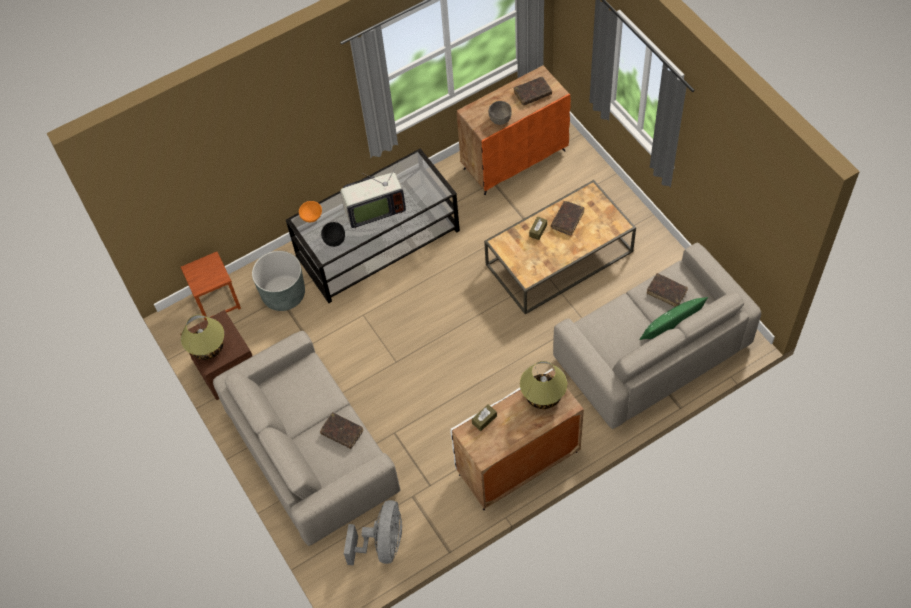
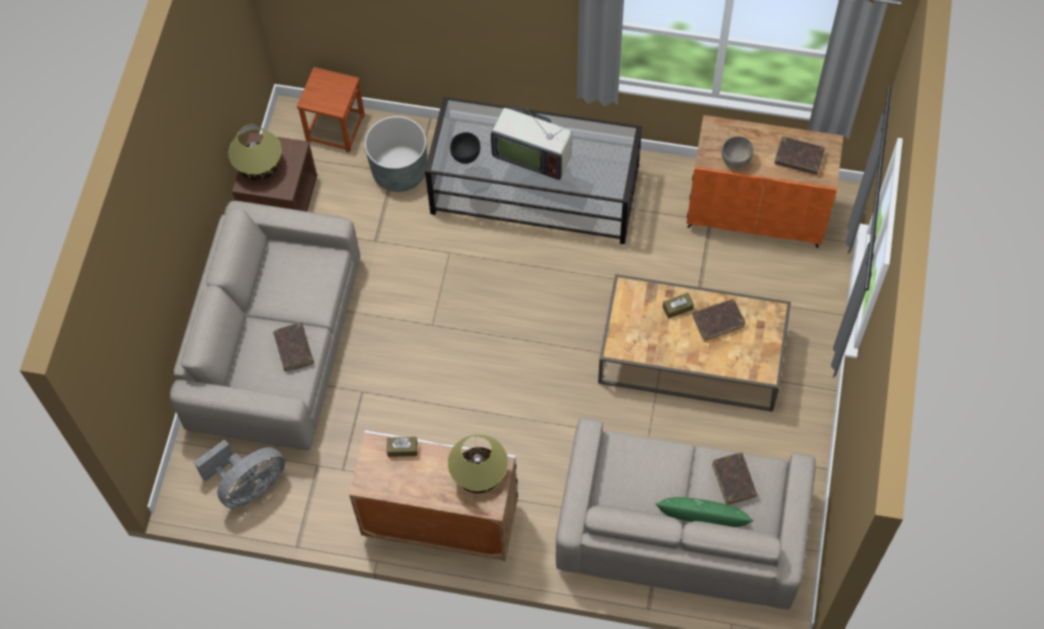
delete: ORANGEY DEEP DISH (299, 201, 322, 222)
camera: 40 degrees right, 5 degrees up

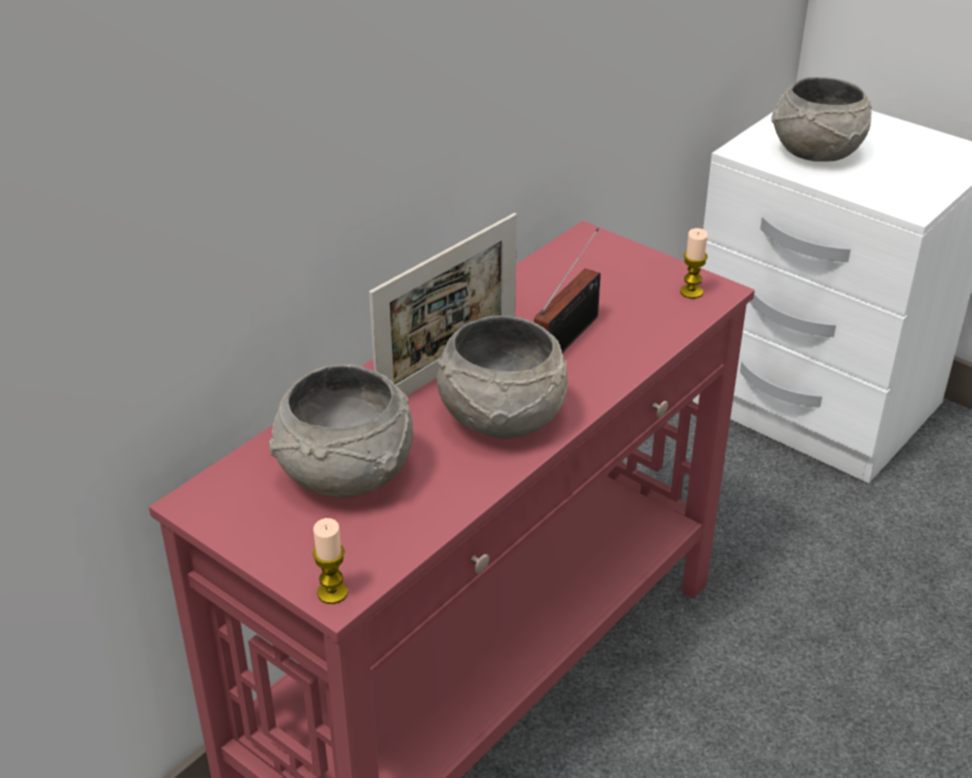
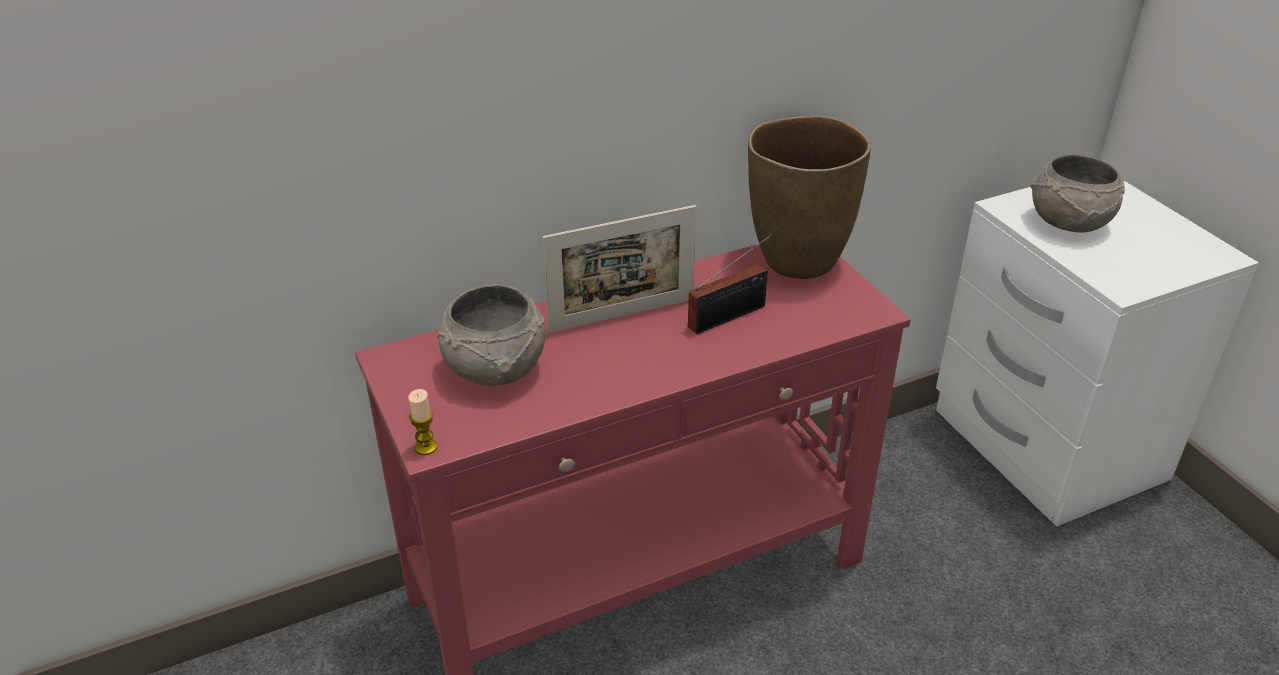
delete: GRAY DEEP DISH (436, 315, 568, 439); WAX CANDLE (680, 228, 708, 299)
insert: BROWN VASE (748, 116, 871, 279)
camera: 25 degrees right, 0 degrees up

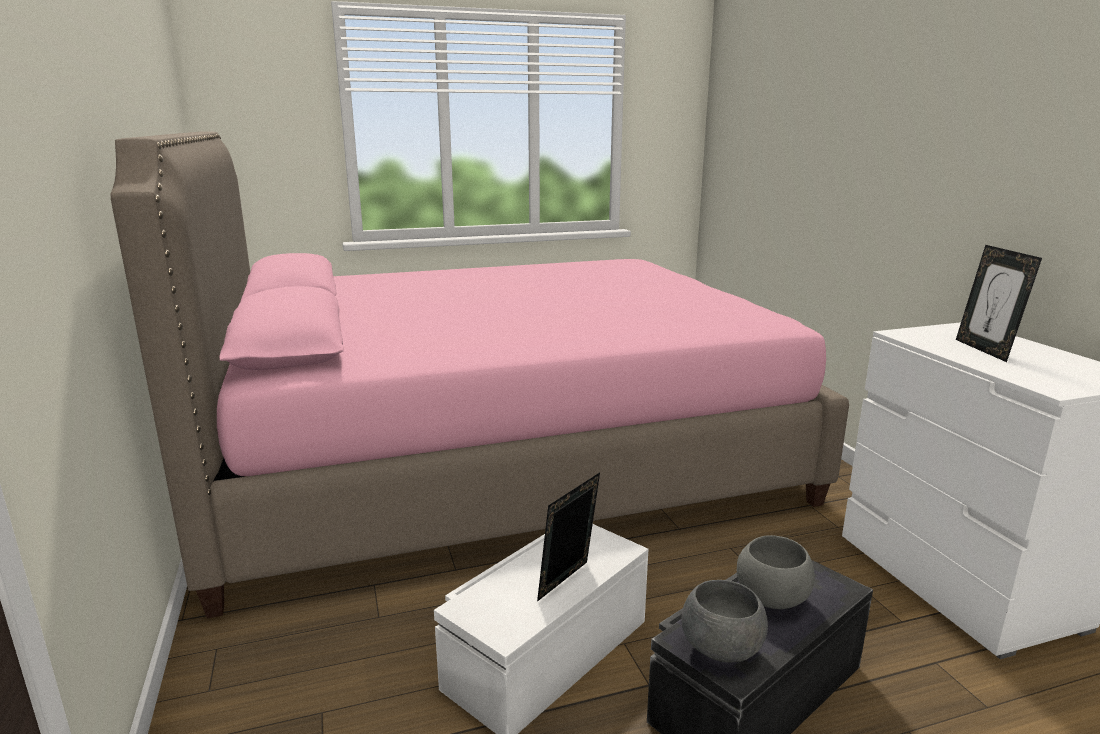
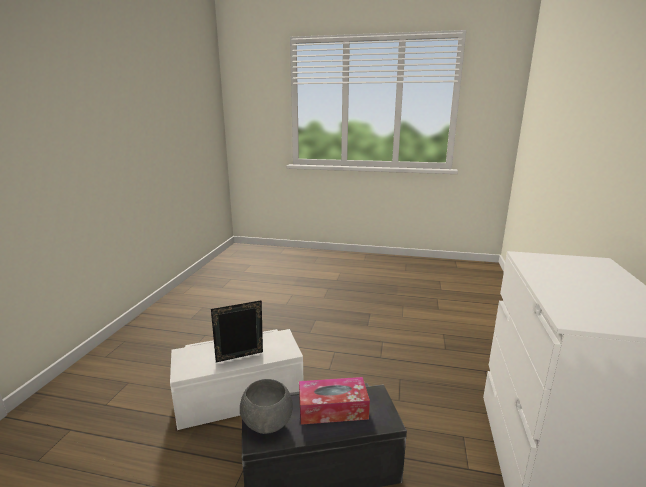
delete: PINKISH BED (111, 131, 849, 618); PHOTO FRAME (956, 245, 1042, 362)
replace: GRAY DEEP DISH (737, 535, 815, 609) to TISSUE BOX (299, 377, 370, 425)
camera: 30 degrees right, 0 degrees up

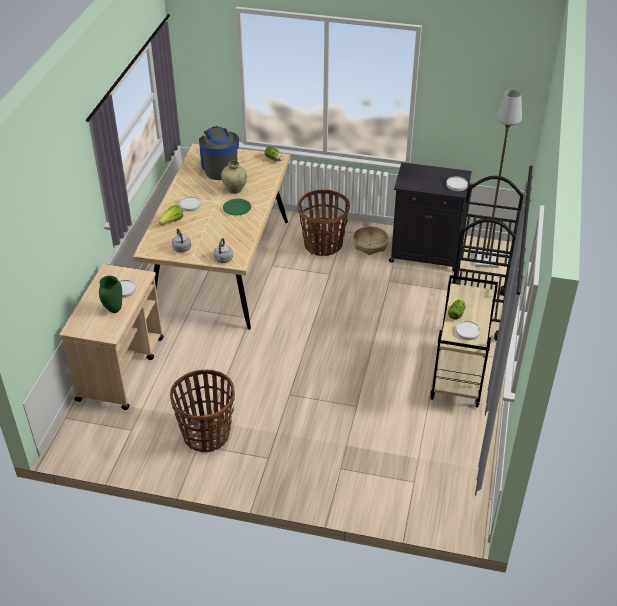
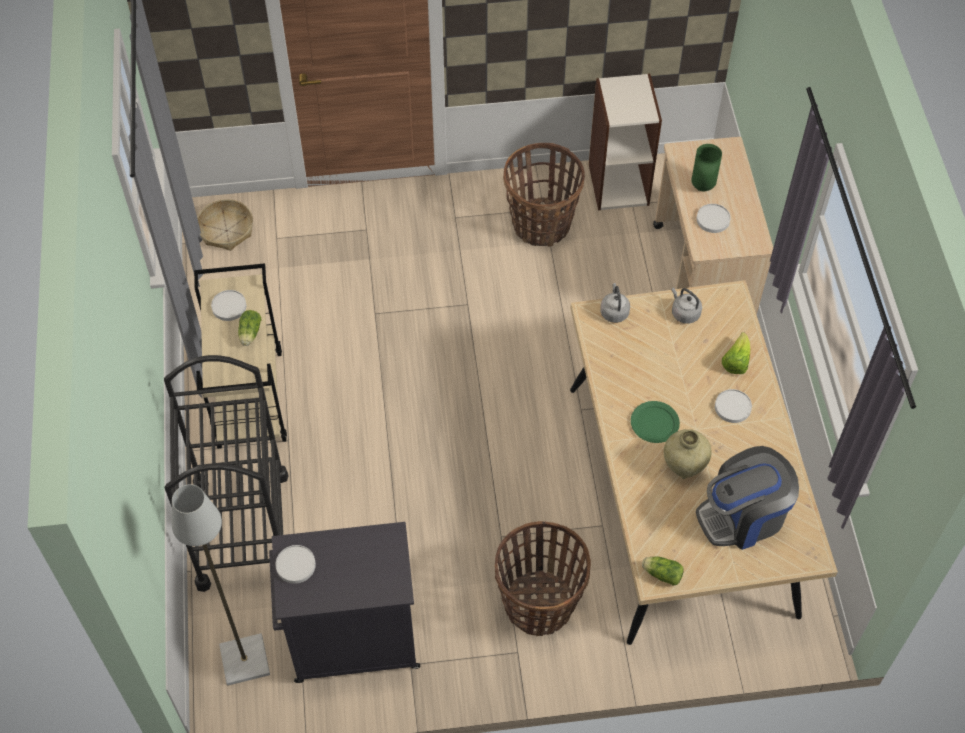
insert: BOOKSHELF (589, 74, 662, 210)
move: STORAGE BASKET (353, 226, 389, 255) to (197, 199, 253, 251)
rotate: COFFEE MACHINE (199, 126, 239, 180) = (696, 446, 799, 550) 105 degrees clockwise
camera: 160 degrees right, 15 degrees up

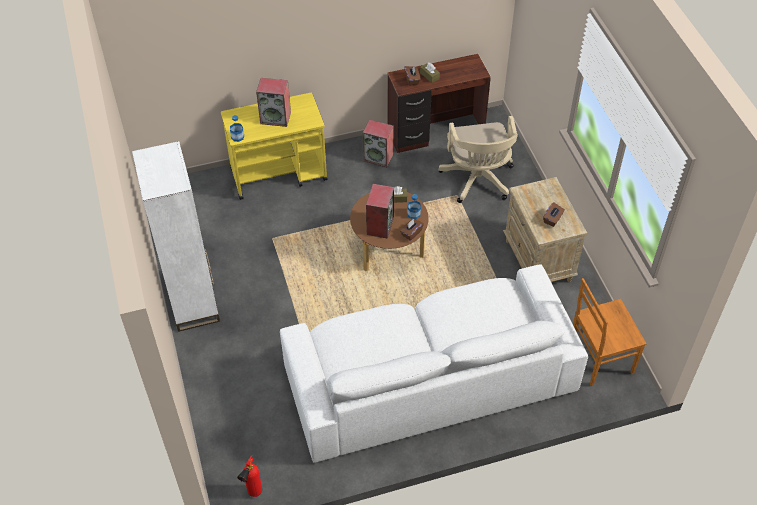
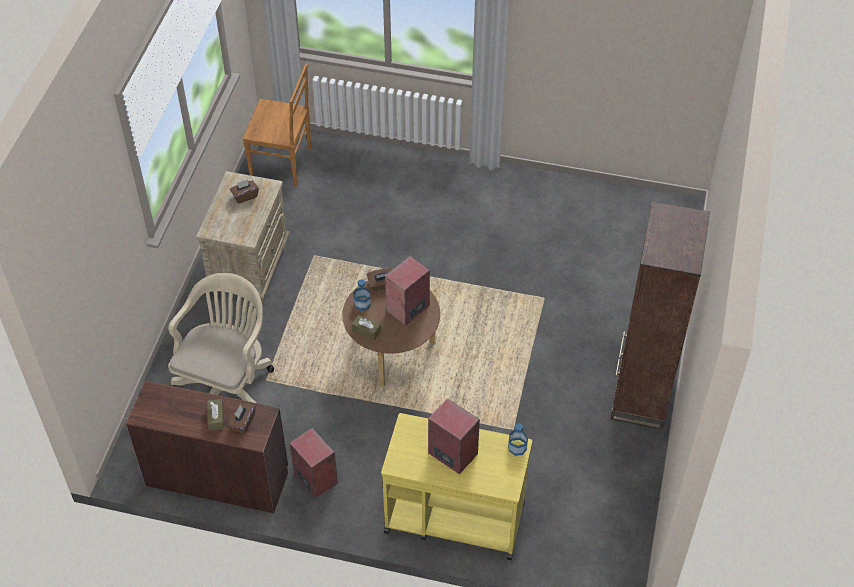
delete: EXTINGUISHER (237, 456, 262, 497); WHITISH COUCH (280, 264, 588, 463)
recolor: WHITISH BOOKSHELF (132, 141, 220, 332) to BROWN BOOKSHELF (611, 202, 710, 430)
camera: 150 degrees left, 0 degrees up

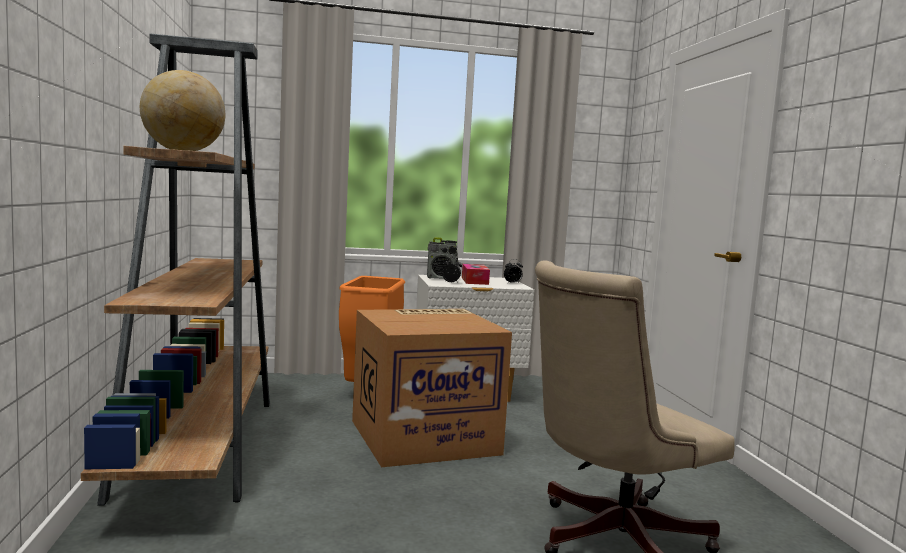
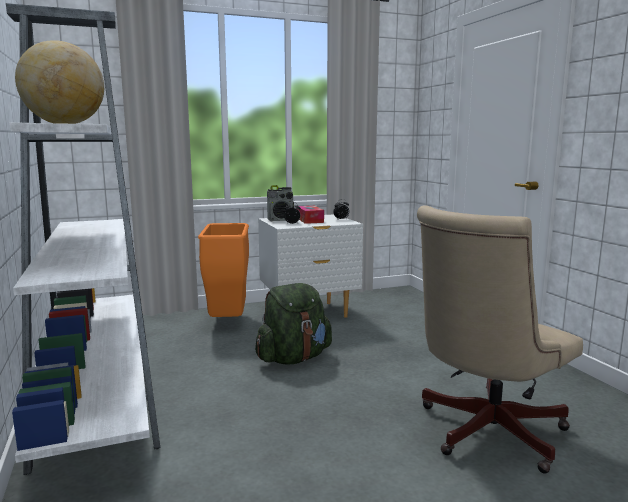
replace: CARDBOARD BOX (352, 309, 512, 467) to GREEN KNAPSACK (255, 283, 332, 365)
recolor: BROWN BOOKSHELF (81, 34, 270, 506) to WHITISH BOOKSHELF (6, 3, 160, 475)
camera: 10 degrees left, 5 degrees up

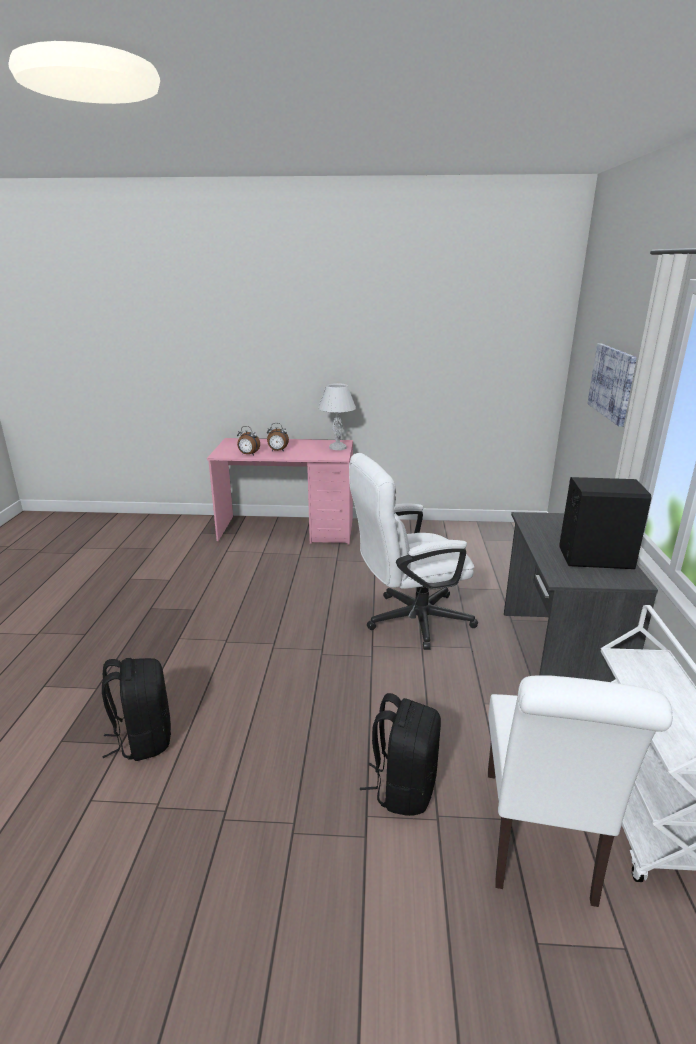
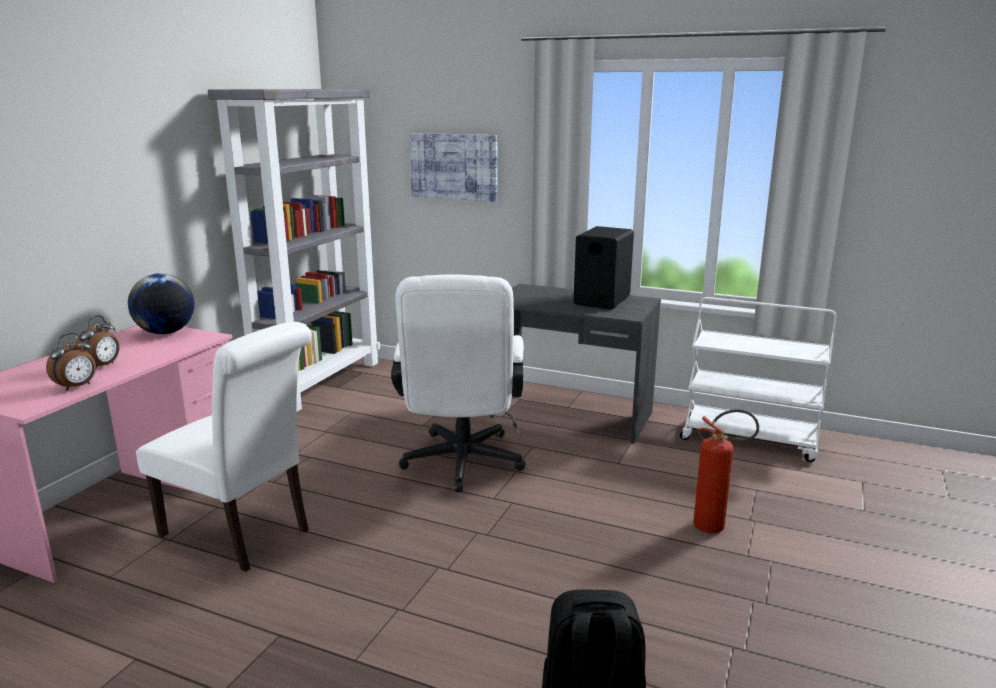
insert: GRAY BOOKSHELF (208, 89, 380, 412)
move: WHITISH PLAIN CHAIR (488, 675, 673, 907) to (136, 322, 311, 572)
replace: WHITISH LAMP FOR A TABLE (318, 383, 356, 450) to GLOBE (128, 273, 194, 334); BLACK KNAPSACK (360, 693, 441, 816) to EXTINGUISHER (693, 409, 759, 533)
camera: 70 degrees left, 5 degrees down

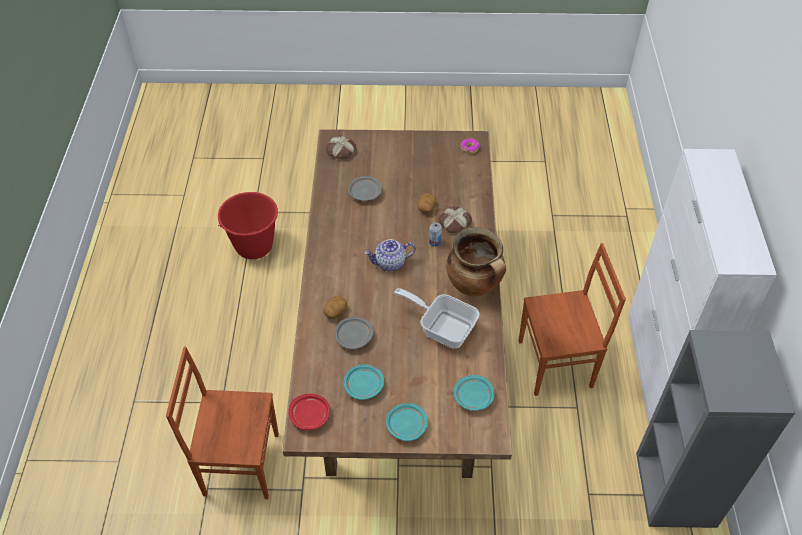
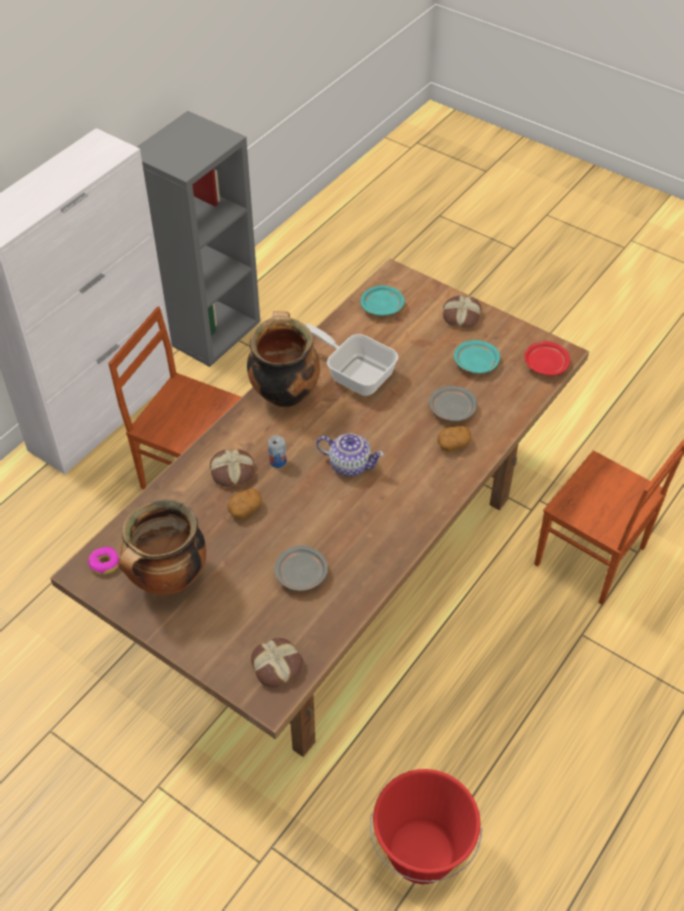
insert: SAUCEPOT (118, 499, 206, 595)
replace: BLUE-GREEN FLAT DISH (386, 403, 428, 441) to BAKED BREAD (443, 295, 482, 328)
rotate: FRYING PAN (394, 288, 480, 348) = (304, 324, 398, 396) 150 degrees clockwise
camera: 145 degrees left, 0 degrees up

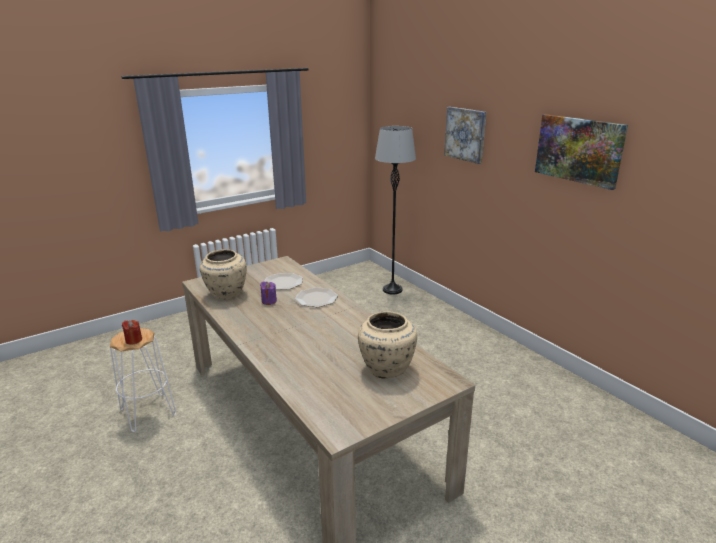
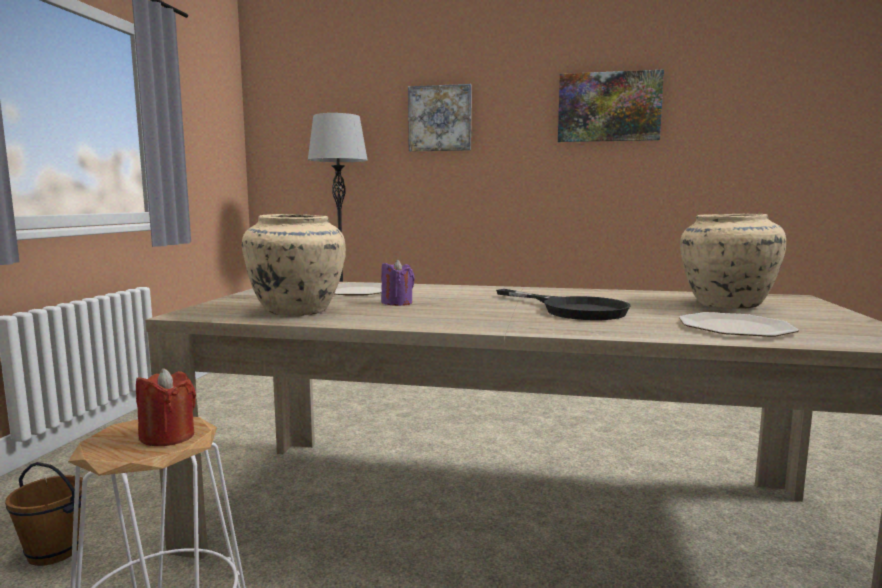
insert: BROWN WATER BUCKET (5, 462, 83, 566); BLACK FRYING PAN (496, 289, 631, 320)
move: FLAT DISH (295, 287, 338, 307) to (679, 312, 799, 337)
camera: 45 degrees left, 15 degrees down

